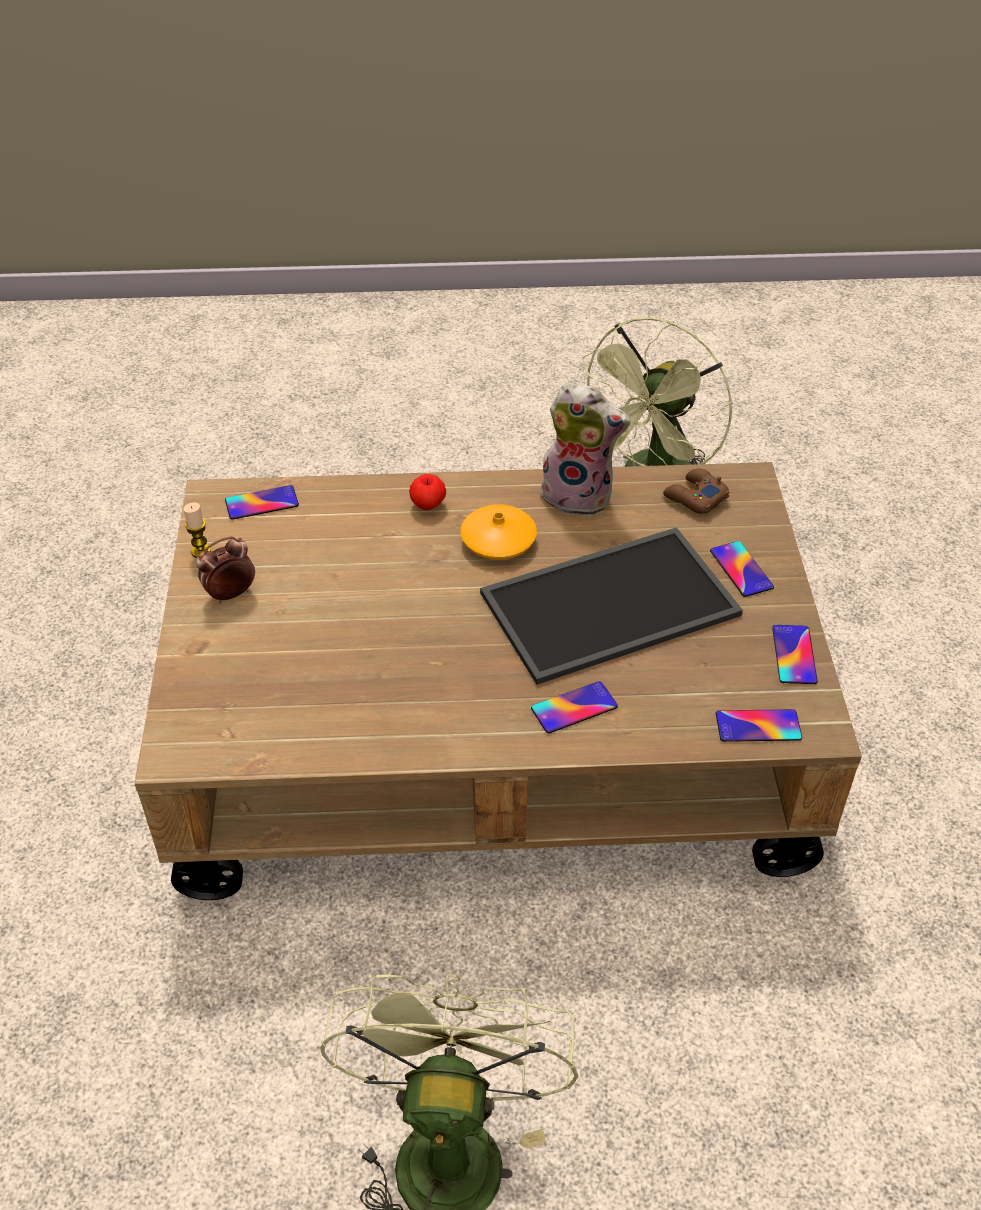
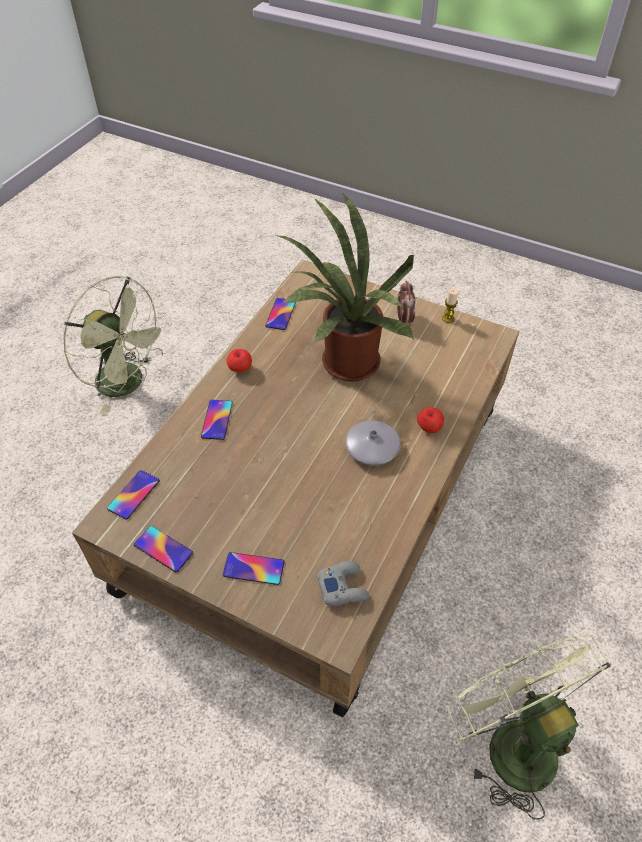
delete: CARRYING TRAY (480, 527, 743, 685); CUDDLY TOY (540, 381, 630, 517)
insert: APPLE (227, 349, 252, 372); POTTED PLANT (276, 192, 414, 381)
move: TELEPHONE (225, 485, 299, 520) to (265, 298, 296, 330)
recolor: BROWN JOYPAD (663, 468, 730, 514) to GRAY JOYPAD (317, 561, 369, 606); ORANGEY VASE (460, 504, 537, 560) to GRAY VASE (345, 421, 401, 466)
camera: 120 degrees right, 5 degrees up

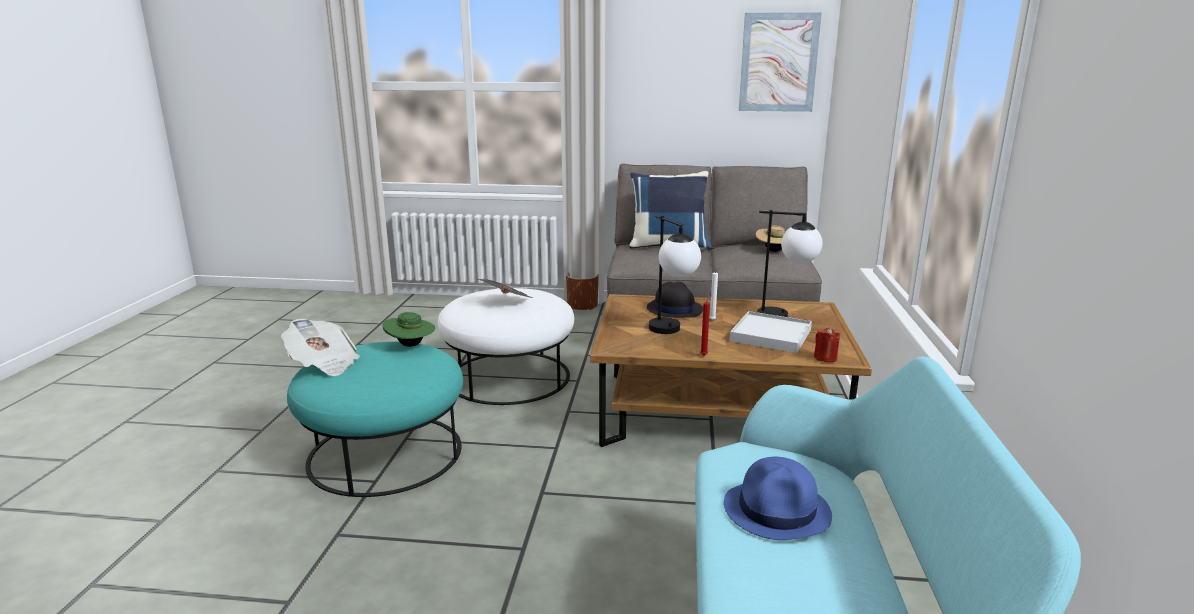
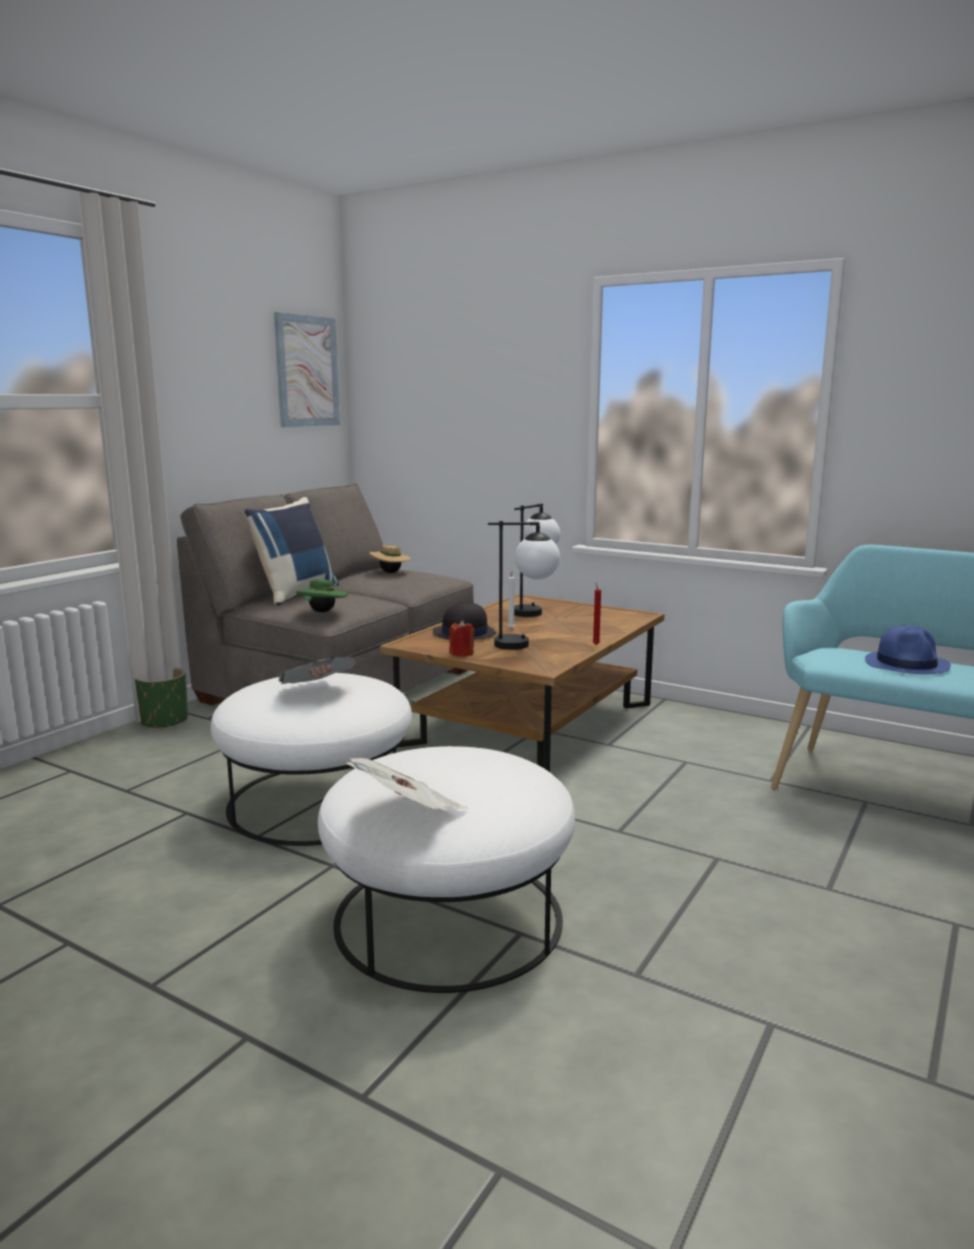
delete: WHITISH CARRYING TRAY (730, 311, 812, 353)
move: GREEN CLOTHING HAT (383, 312, 435, 347) to (296, 579, 348, 612); REDDISH WAX CANDLE (814, 327, 841, 362) to (449, 620, 475, 657)
recolor: BROWN PLANT POT (566, 272, 599, 311) to GREEN PLANT POT (135, 668, 188, 730); BLUE-GREEN FOOTREST (287, 342, 463, 497) to WHITISH FOOTREST (318, 746, 575, 993)
camera: 65 degrees left, 5 degrees down

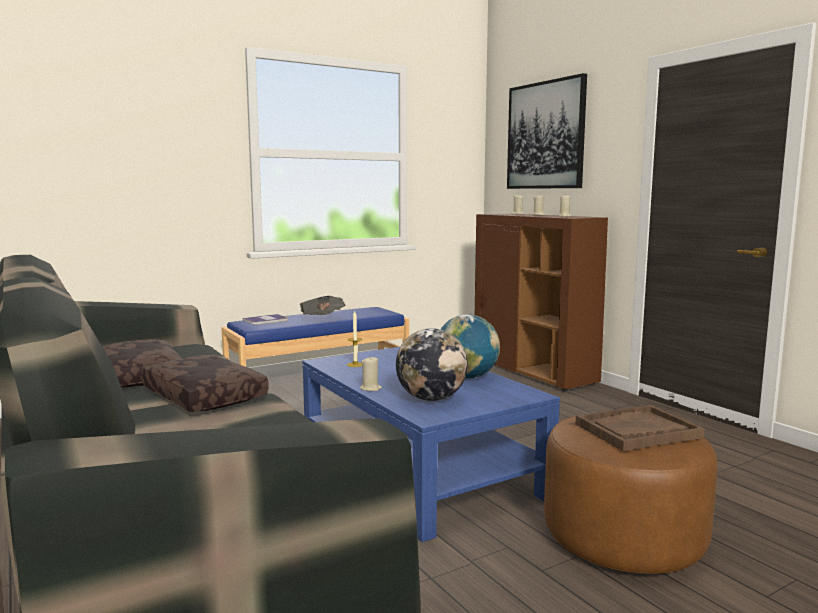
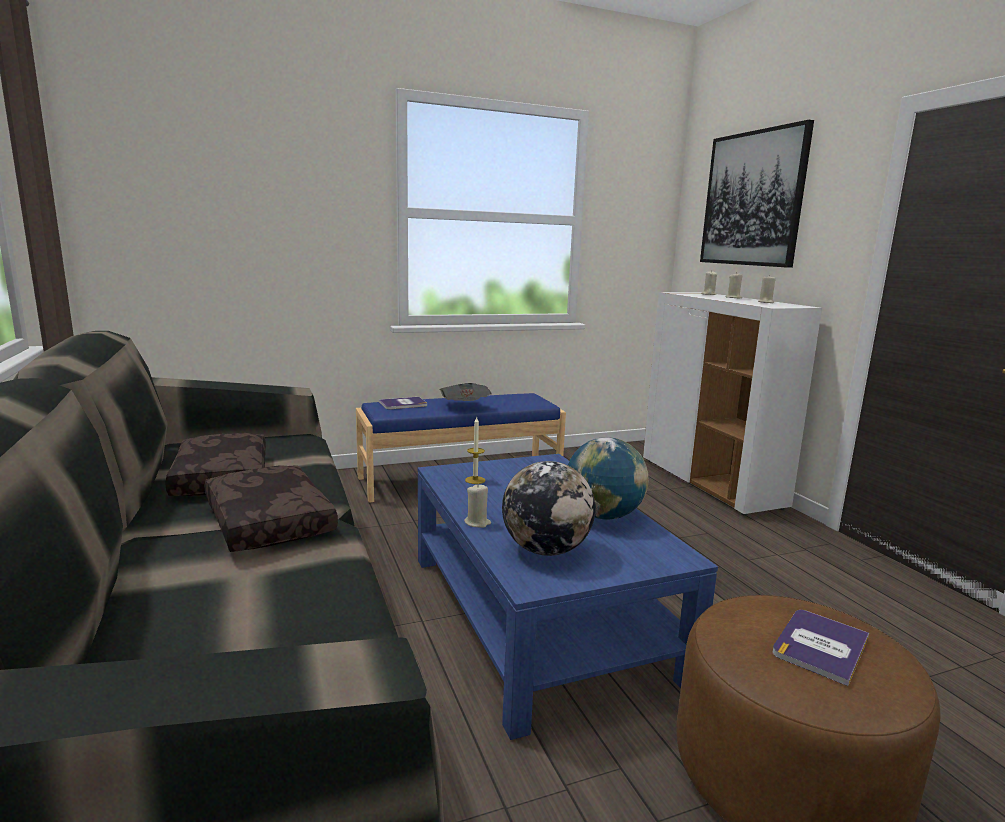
replace: BROWN CARRYING TRAY (576, 405, 705, 451) to BOOK (772, 610, 869, 686)
recolor: BROWN CABINET (475, 214, 608, 391) to WHITISH CABINET (643, 292, 822, 516)
camera: 10 degrees right, 5 degrees up

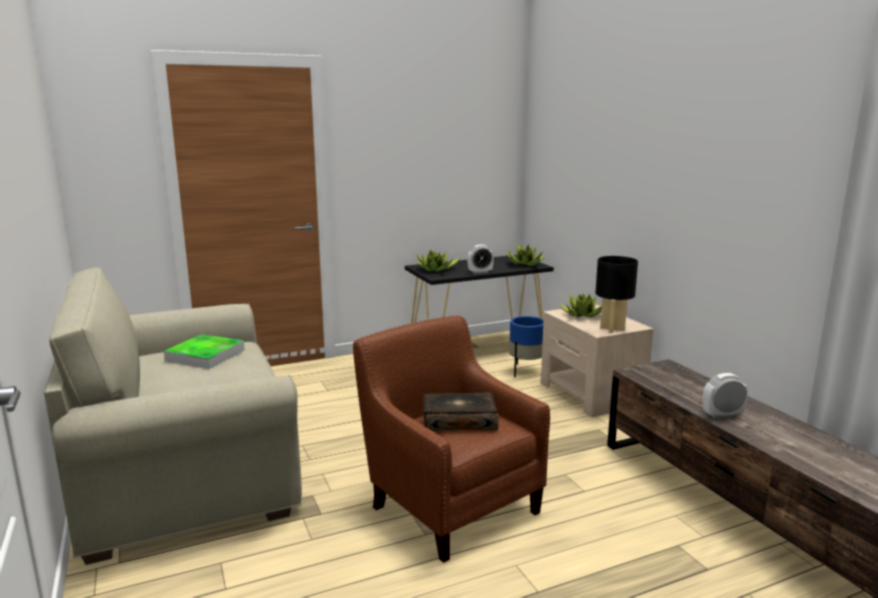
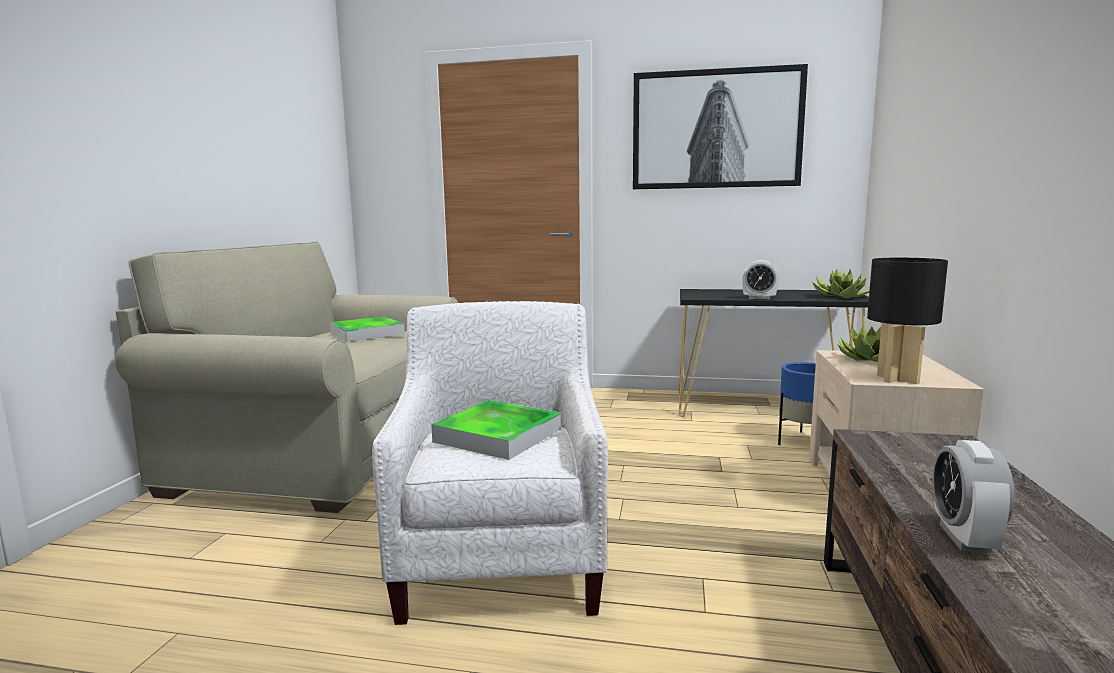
delete: POTTED PLANT (416, 249, 461, 272)
insert: WALL PICTURE (633, 64, 808, 189)
replace: BOOK (423, 392, 498, 431) to CARRYING TRAY (431, 400, 561, 460)
recolor: BROWN ARMCHAIR (353, 315, 550, 563) to WHITISH ARMCHAIR (372, 301, 608, 625)
rotate: ALARM CLOCK (703, 373, 748, 419) = (932, 440, 1015, 553) 105 degrees counterclockwise
camera: 35 degrees right, 5 degrees down

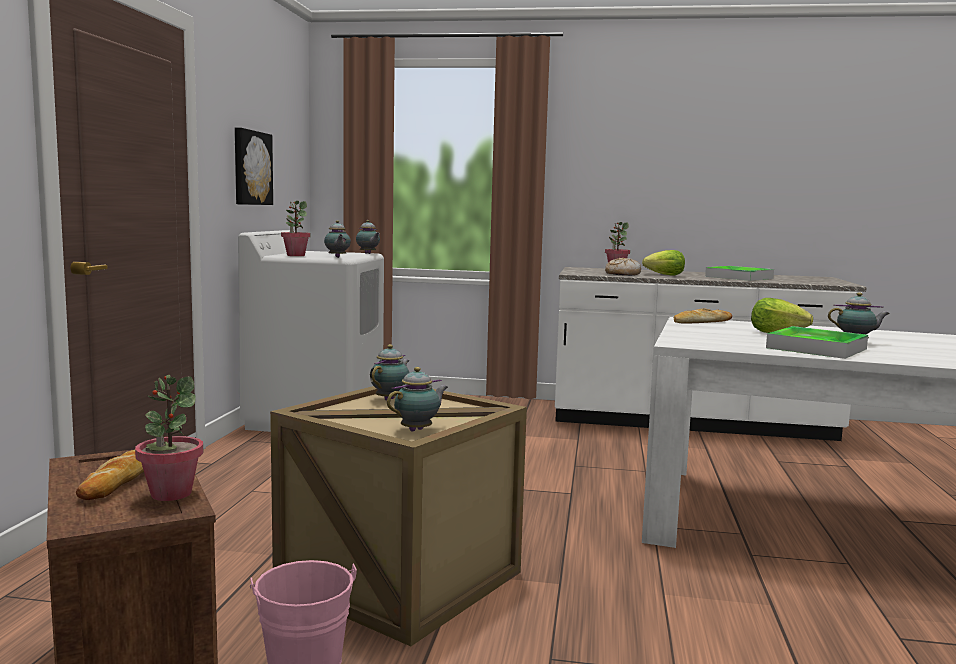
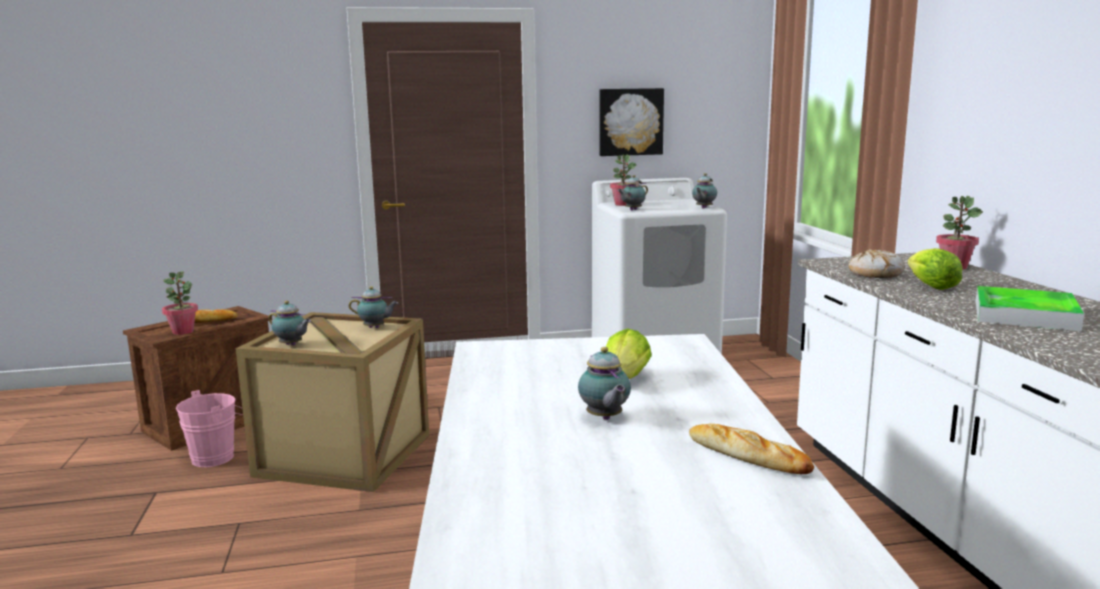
delete: CARRYING TRAY (766, 326, 868, 359)
move: BAKED BREAD (674, 308, 732, 324) to (689, 424, 814, 474)
camera: 70 degrees right, 5 degrees up

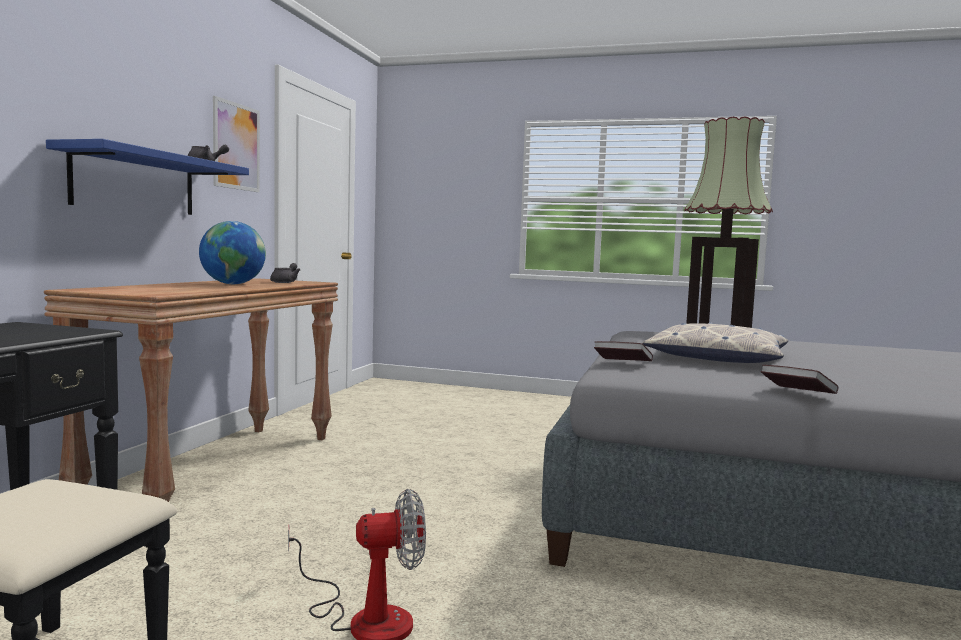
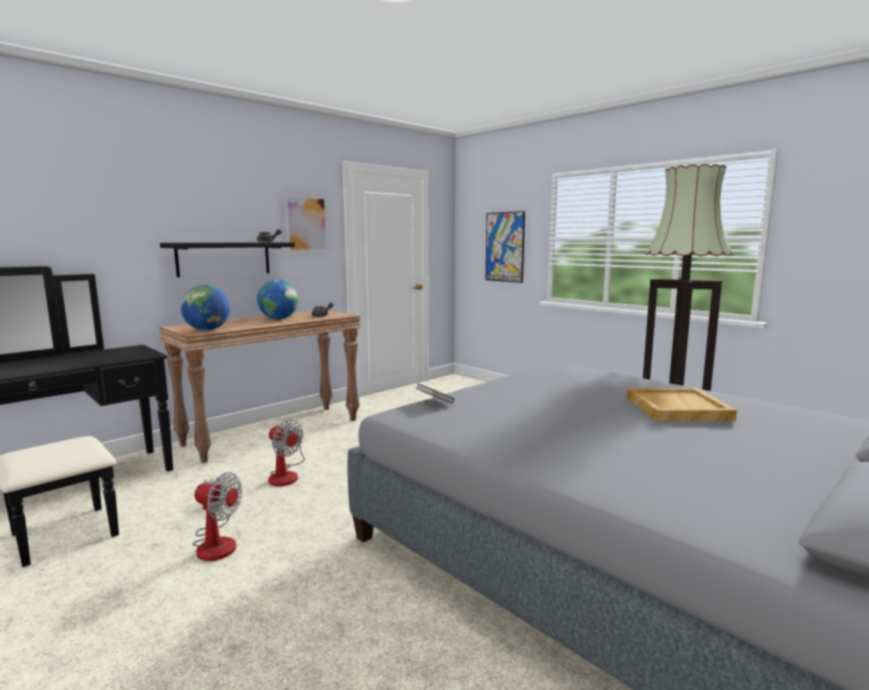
delete: THROW PILLOW (643, 322, 788, 363); BOOK (761, 365, 839, 394)
insert: GLOBE (181, 285, 230, 331); FAN (268, 420, 305, 486); WALL PICTURE (486, 211, 525, 283); BEIGE-COLOURED CARRYING TRAY (627, 388, 737, 421)
recolor: BLUE-COLOURED BRACKET SHELF (46, 139, 249, 215) to BLACK BRACKET SHELF (160, 242, 295, 277)
camera: 30 degrees right, 5 degrees up

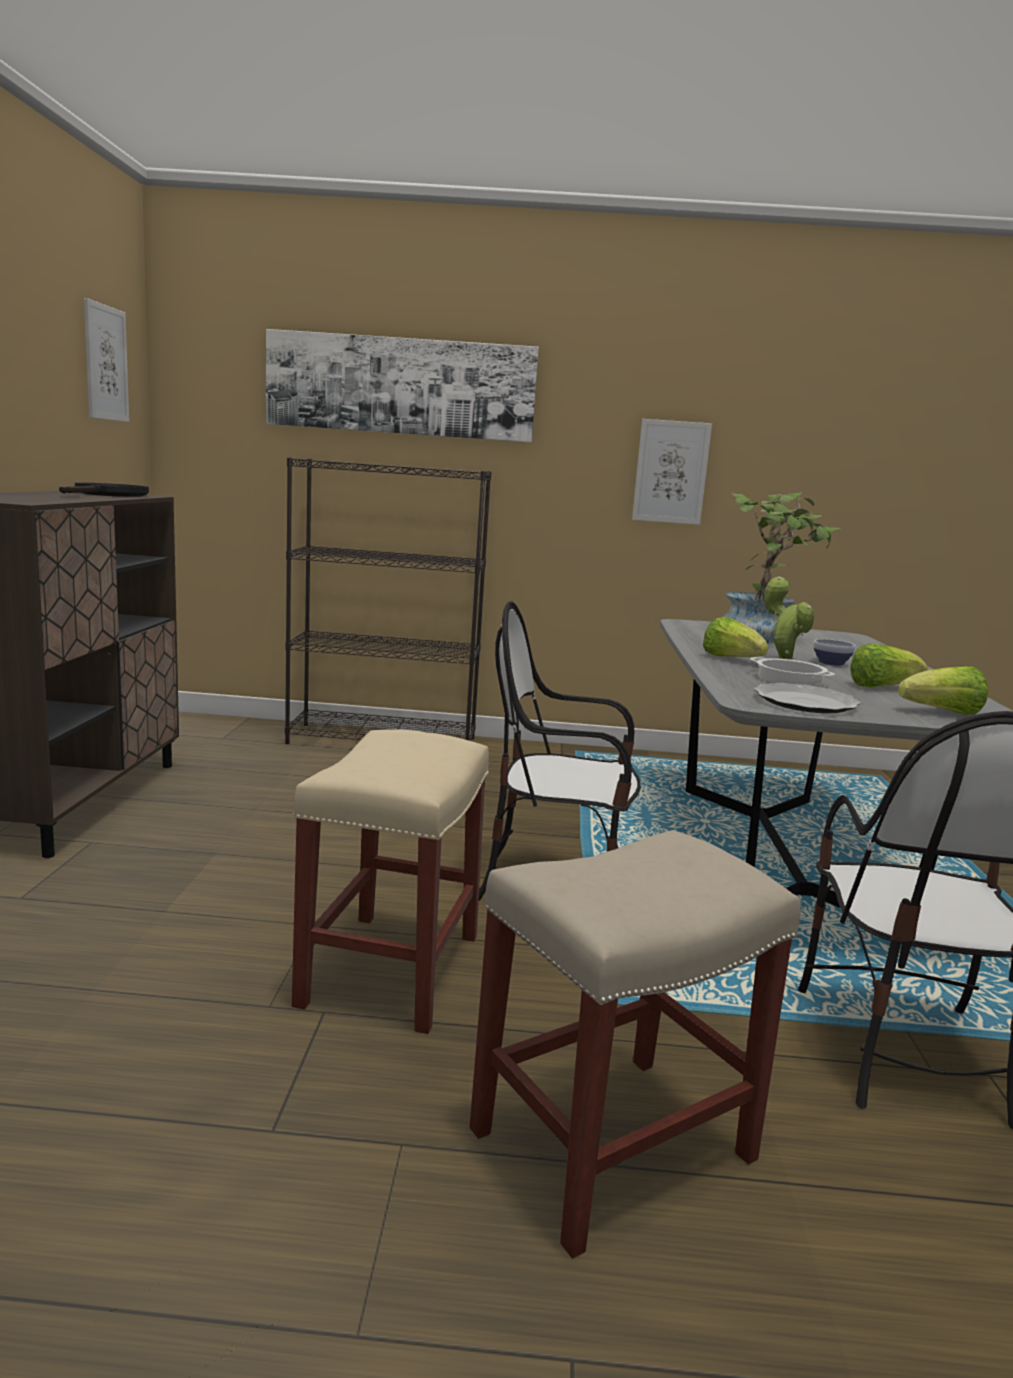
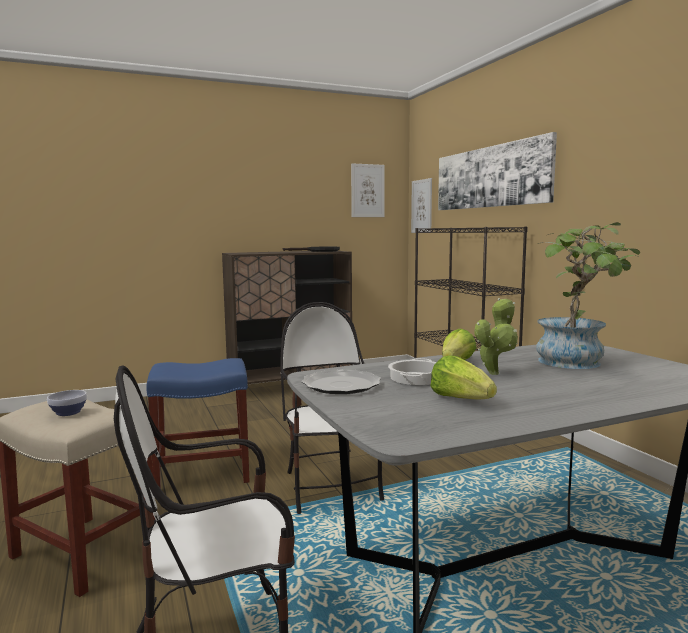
delete: HEAD OF LETTUCE (898, 666, 988, 715)
move: DEEP DISH (813, 639, 856, 666) to (47, 390, 87, 416); WALL PICTURE (632, 419, 712, 525) to (411, 178, 432, 233)
recolor: BEIGE-COLOURED STOOL (292, 729, 489, 1034) to BLUE-COLOURED STOOL (146, 358, 250, 488)
camera: 65 degrees right, 5 degrees down

